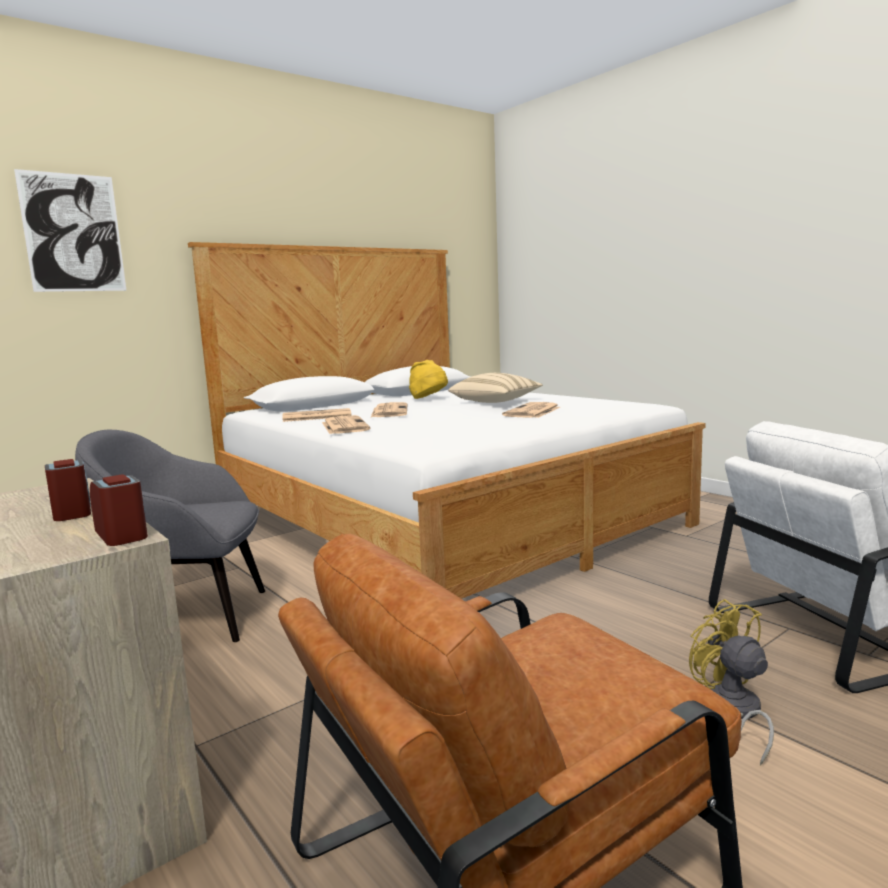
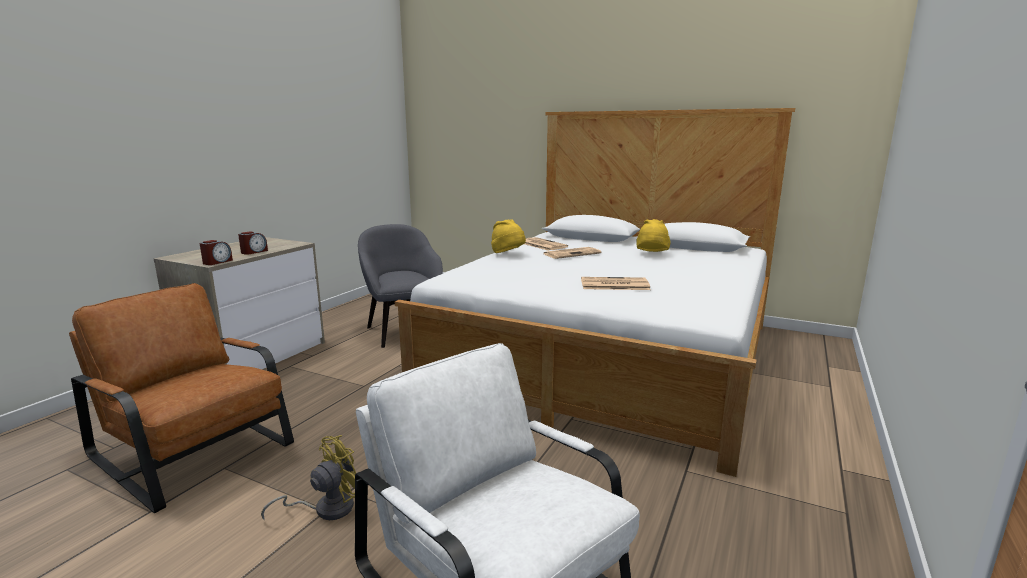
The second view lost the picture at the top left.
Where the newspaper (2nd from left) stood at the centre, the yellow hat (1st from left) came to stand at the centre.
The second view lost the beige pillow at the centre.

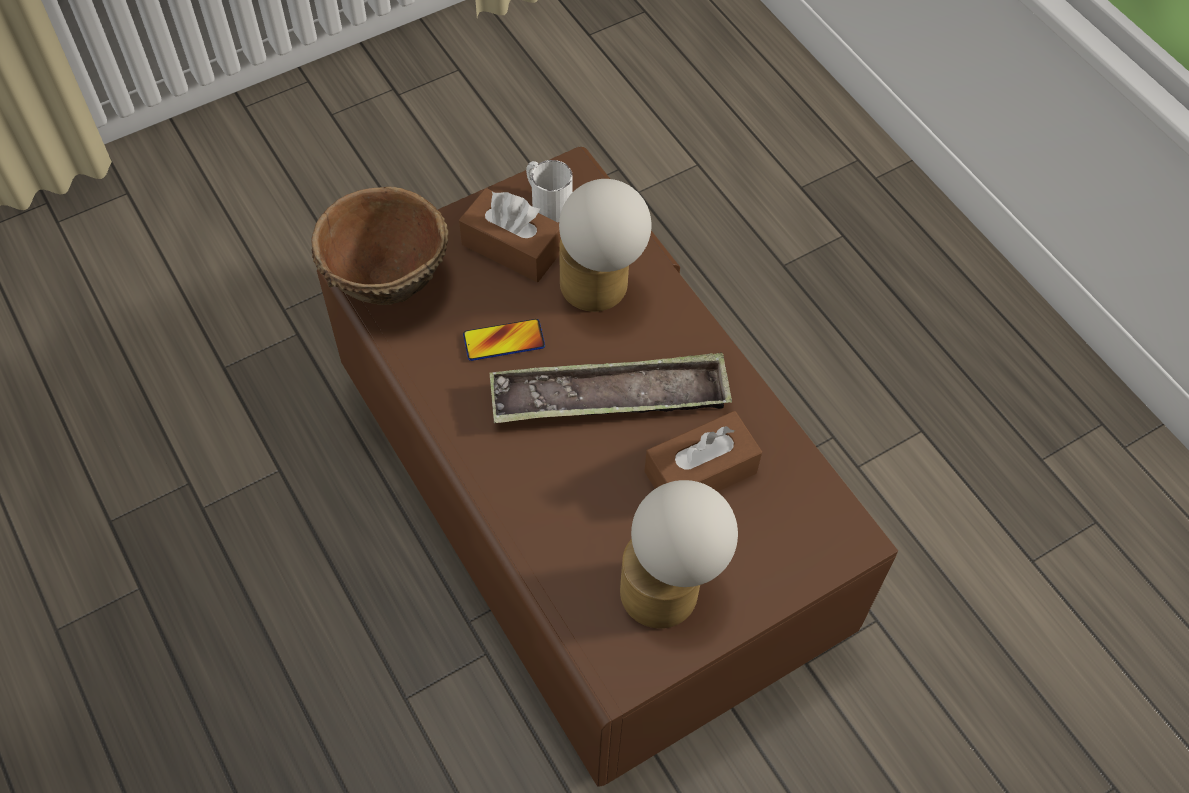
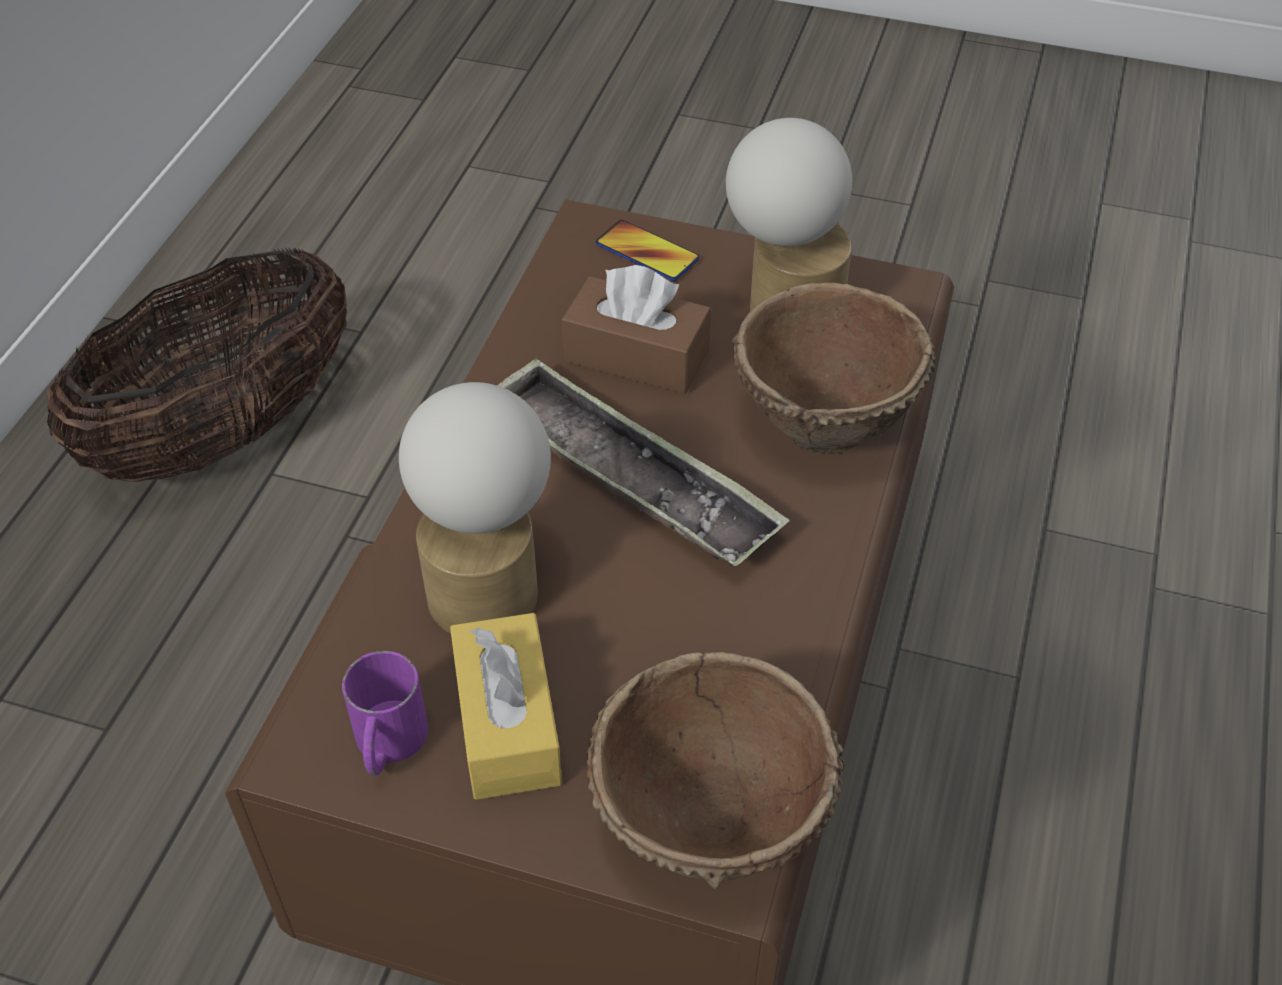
What was the brown tissue box (1st from left) at the top centre turned into the yellow tissue box at the bottom centre.
The phone ended up elsewhere, having gone from the centre to the top centre.
What was the white mug at the top centre turned into the purple mug at the bottom left.
The second view gained the basket at the middle left.
The second view gained the brown bowl (2nd from left) at the centre.

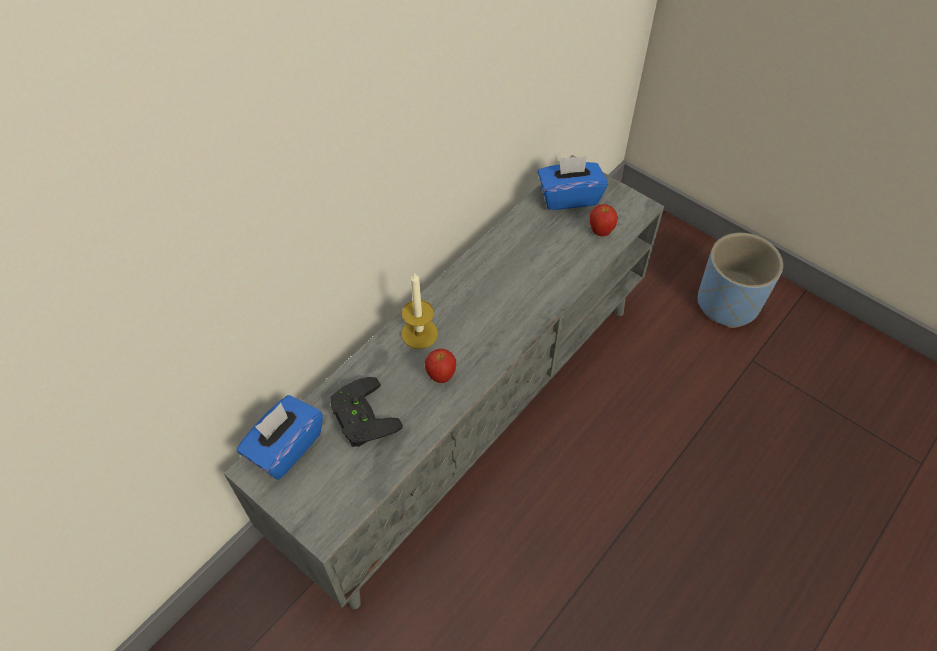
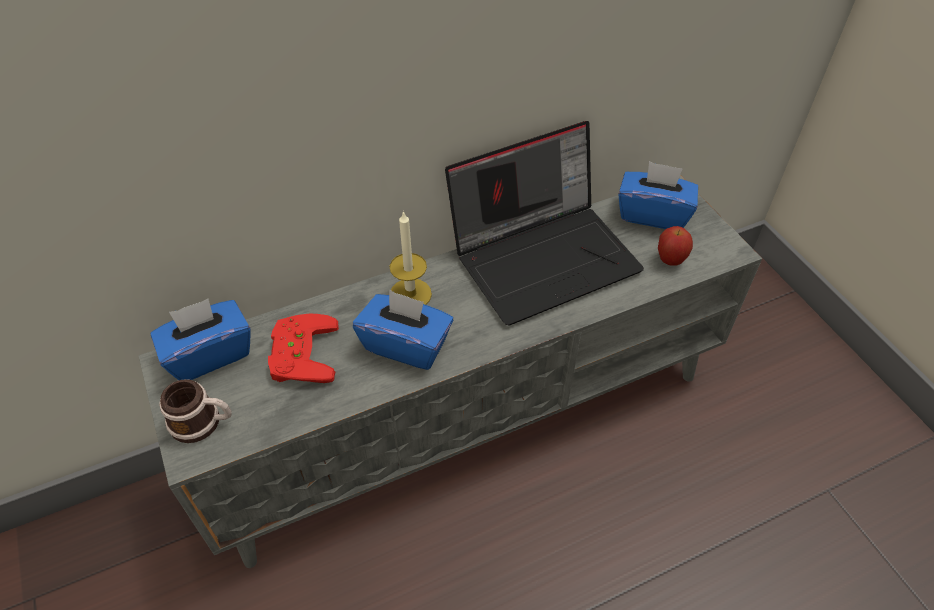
What was the black game controller at the centre turned into the red game controller at the middle left.
Where the apple (1st from left) stood at the centre, the blue tissue box (2nd from left) came to stand at the centre.
The second view lost the blue planter at the middle right.
The second view gained the mug at the bottom left.
The second view gained the laptop at the centre.

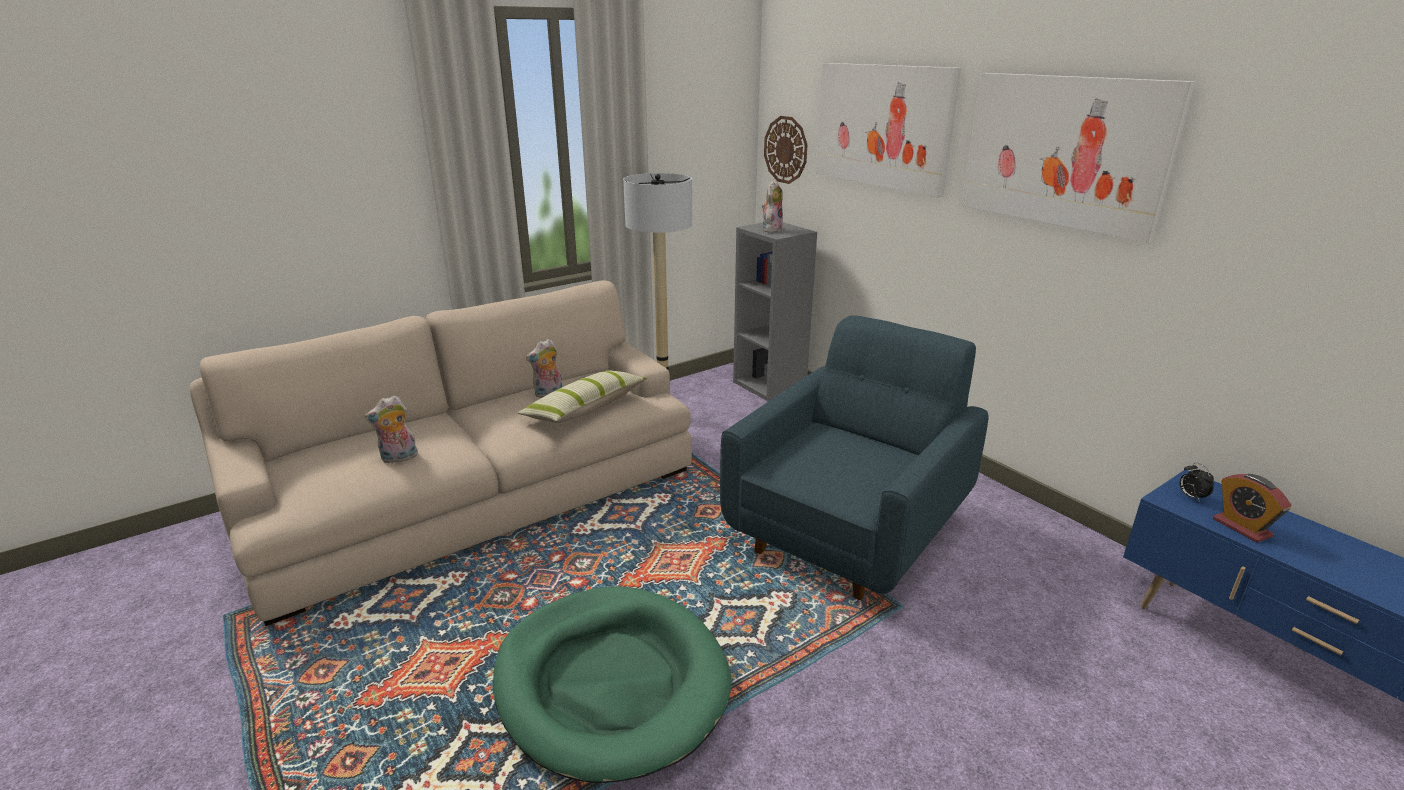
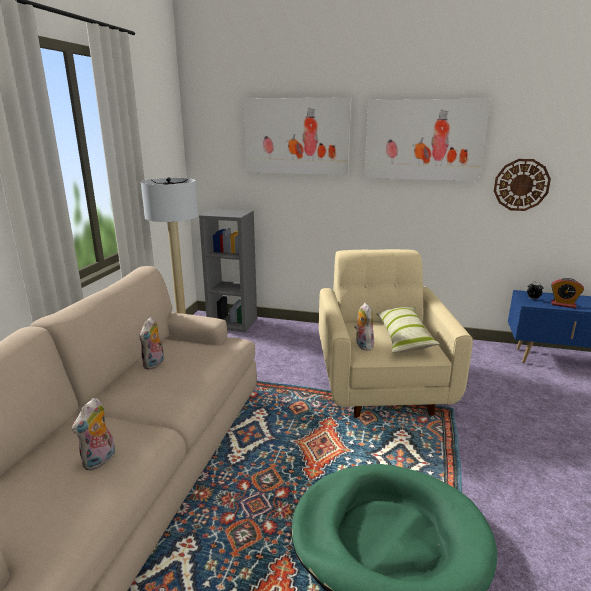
The pillow ended up elsewhere, having gone from the centre to the middle right.
What was the blue armchair at the centre turned into the beige armchair at the middle right.
The plush toy (3rd from left) ended up elsewhere, having gone from the top centre to the centre.
The wall clock ended up elsewhere, having gone from the top centre to the top right.

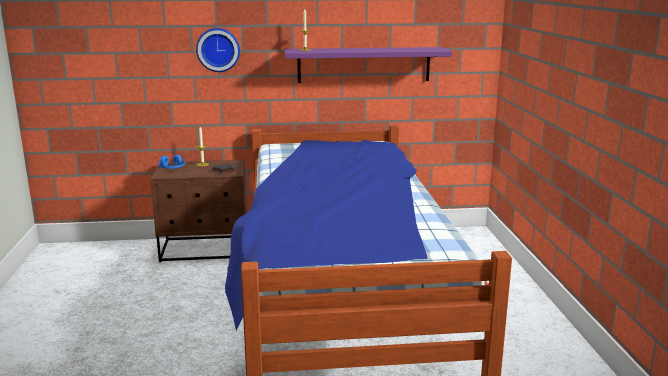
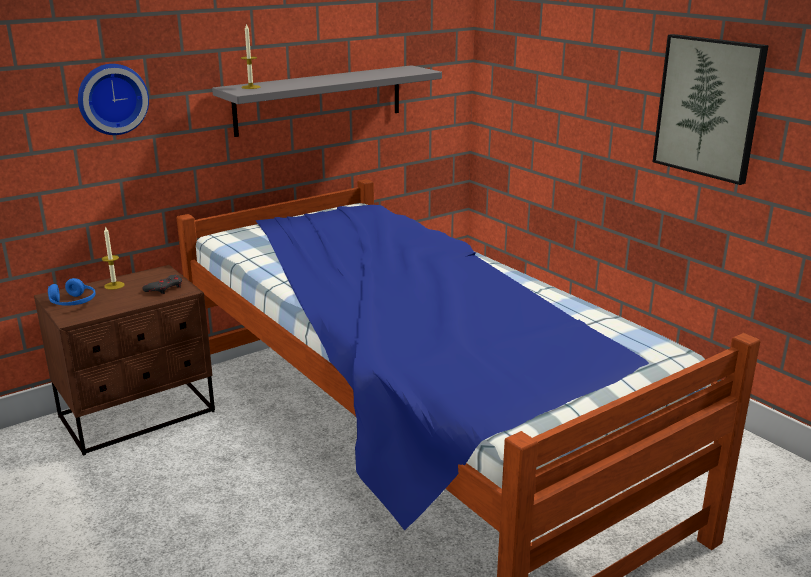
What was the purple shelf at the top centre turned into the grey shelf at the top centre.
The second view gained the picture at the top right.

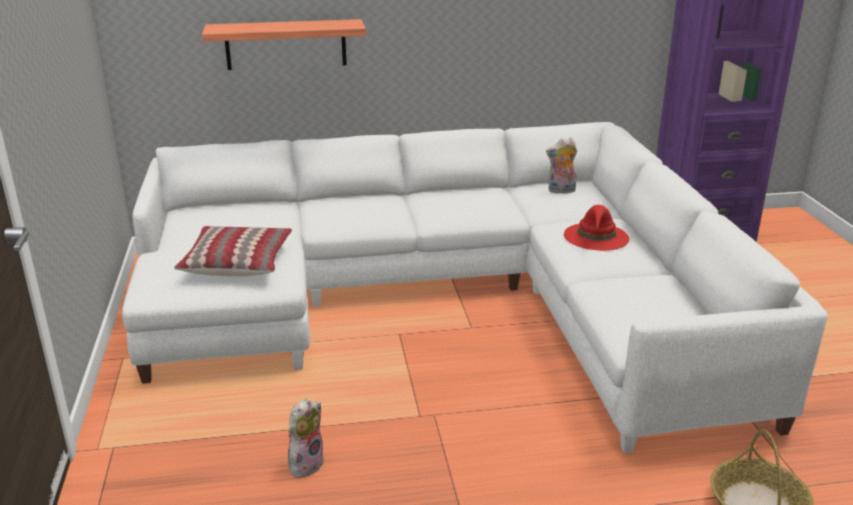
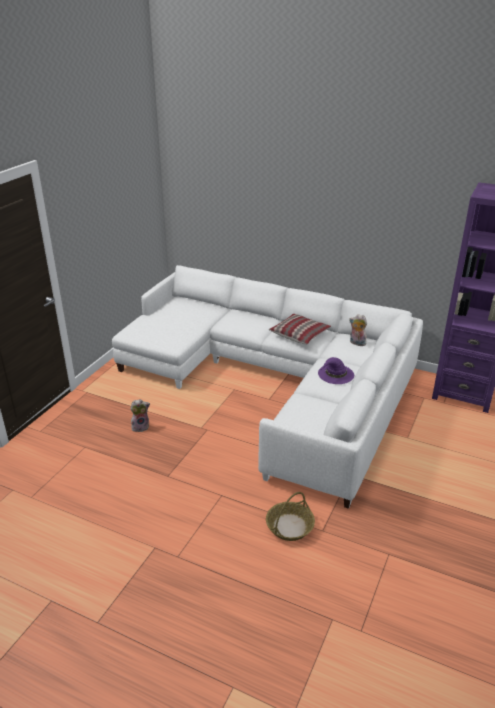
The pillow ended up elsewhere, having gone from the middle left to the centre.
The second view lost the shelf at the top left.
What was the red hat at the middle right turned into the purple hat at the middle right.

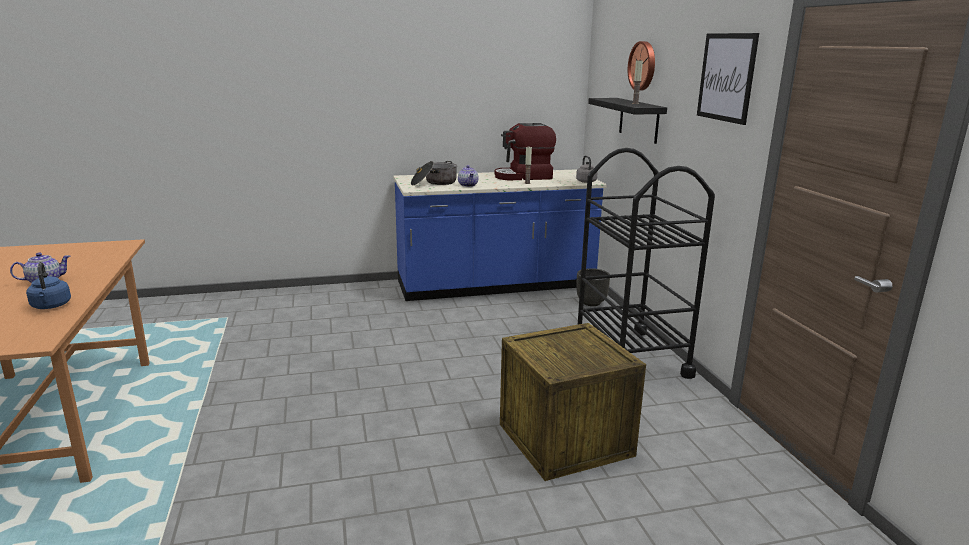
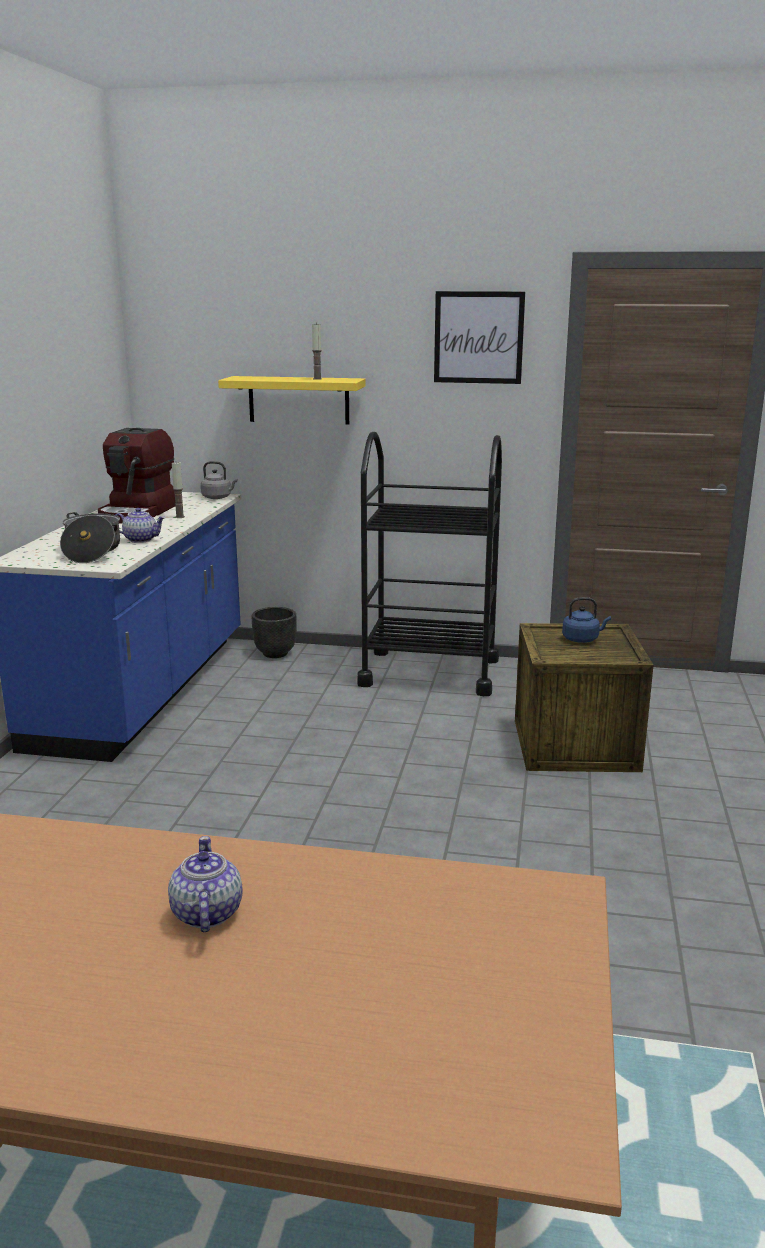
The blue kettle ended up elsewhere, having gone from the middle left to the middle right.
What was the black shelf at the top centre turned into the yellow shelf at the top centre.
The second view lost the wall clock at the top centre.

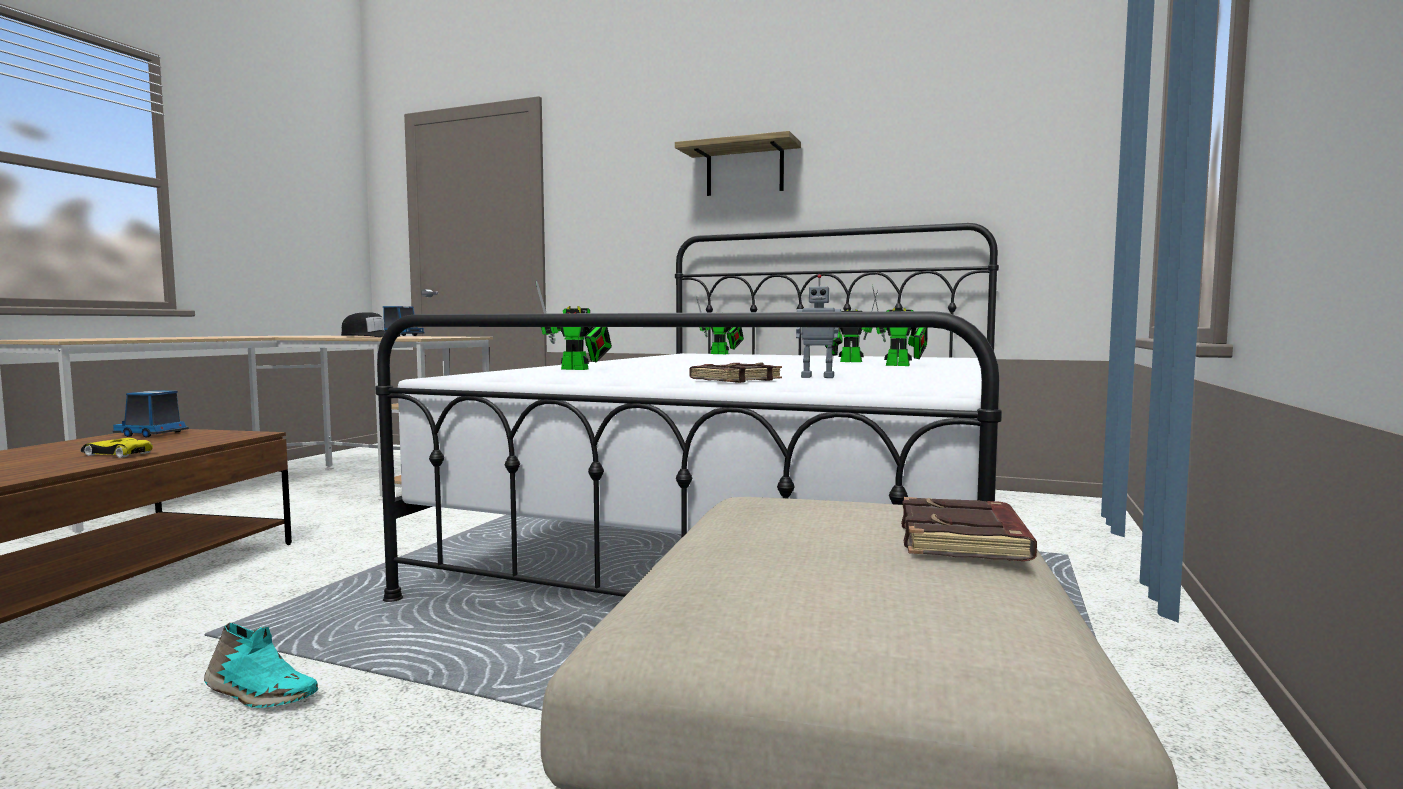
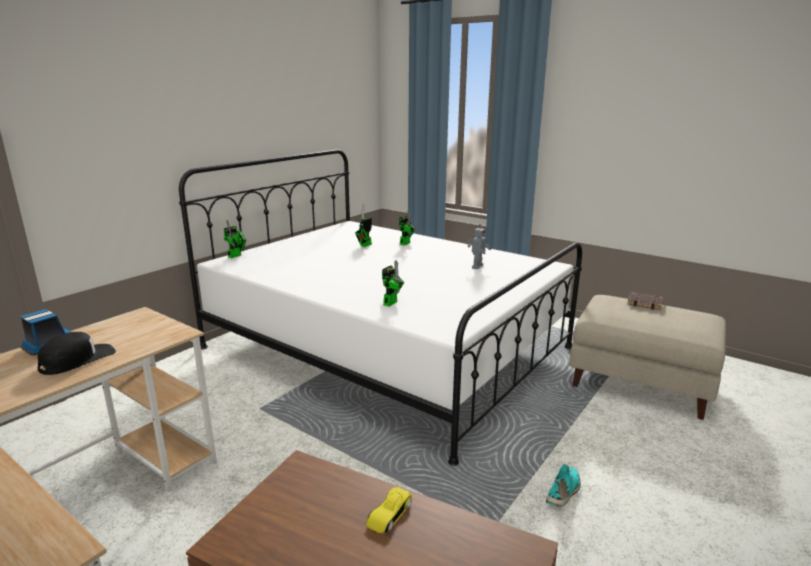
The second view lost the toy truck (1st from left) at the middle left.
The second view lost the shelf at the top centre.
The second view lost the brown book (1st from left) at the centre.

